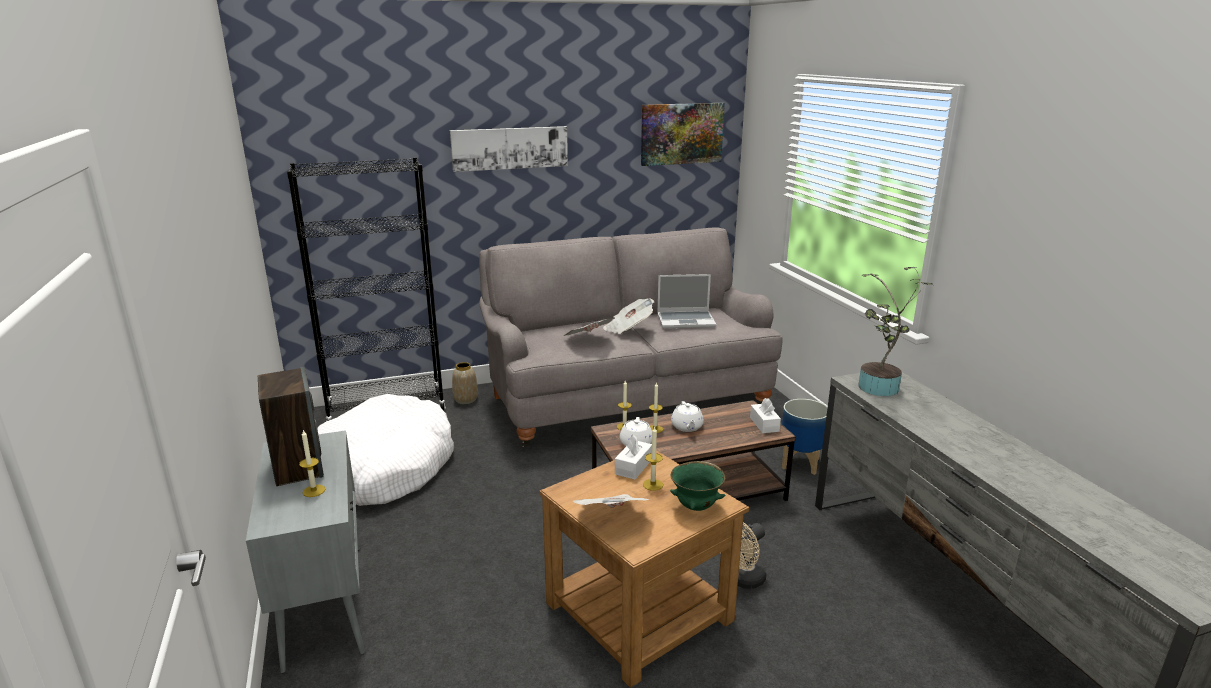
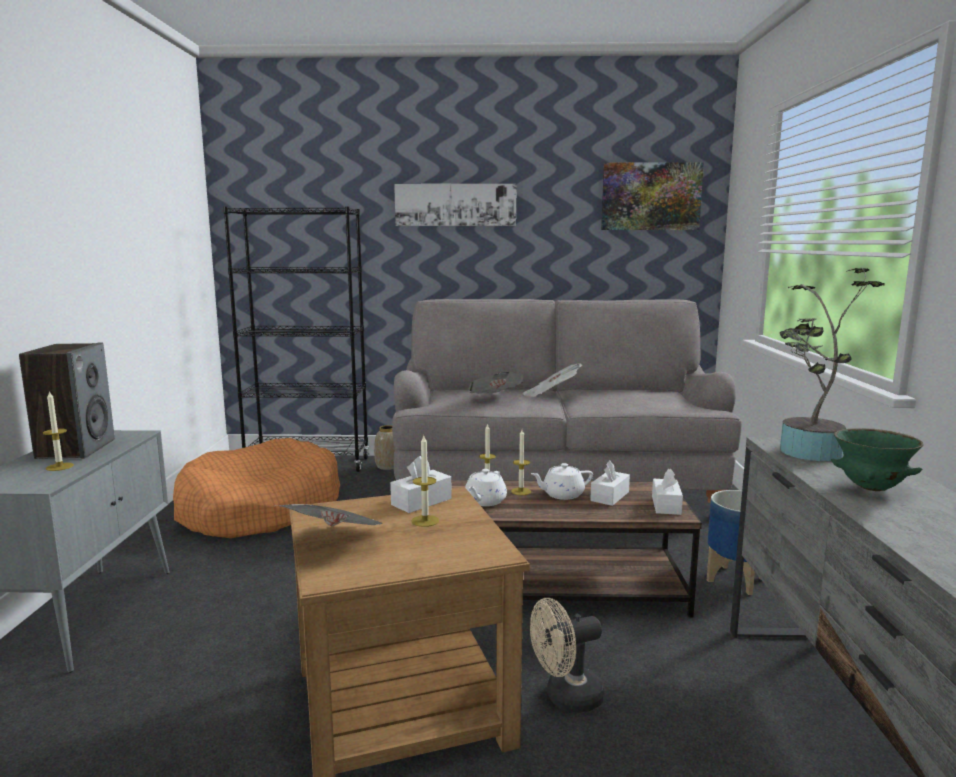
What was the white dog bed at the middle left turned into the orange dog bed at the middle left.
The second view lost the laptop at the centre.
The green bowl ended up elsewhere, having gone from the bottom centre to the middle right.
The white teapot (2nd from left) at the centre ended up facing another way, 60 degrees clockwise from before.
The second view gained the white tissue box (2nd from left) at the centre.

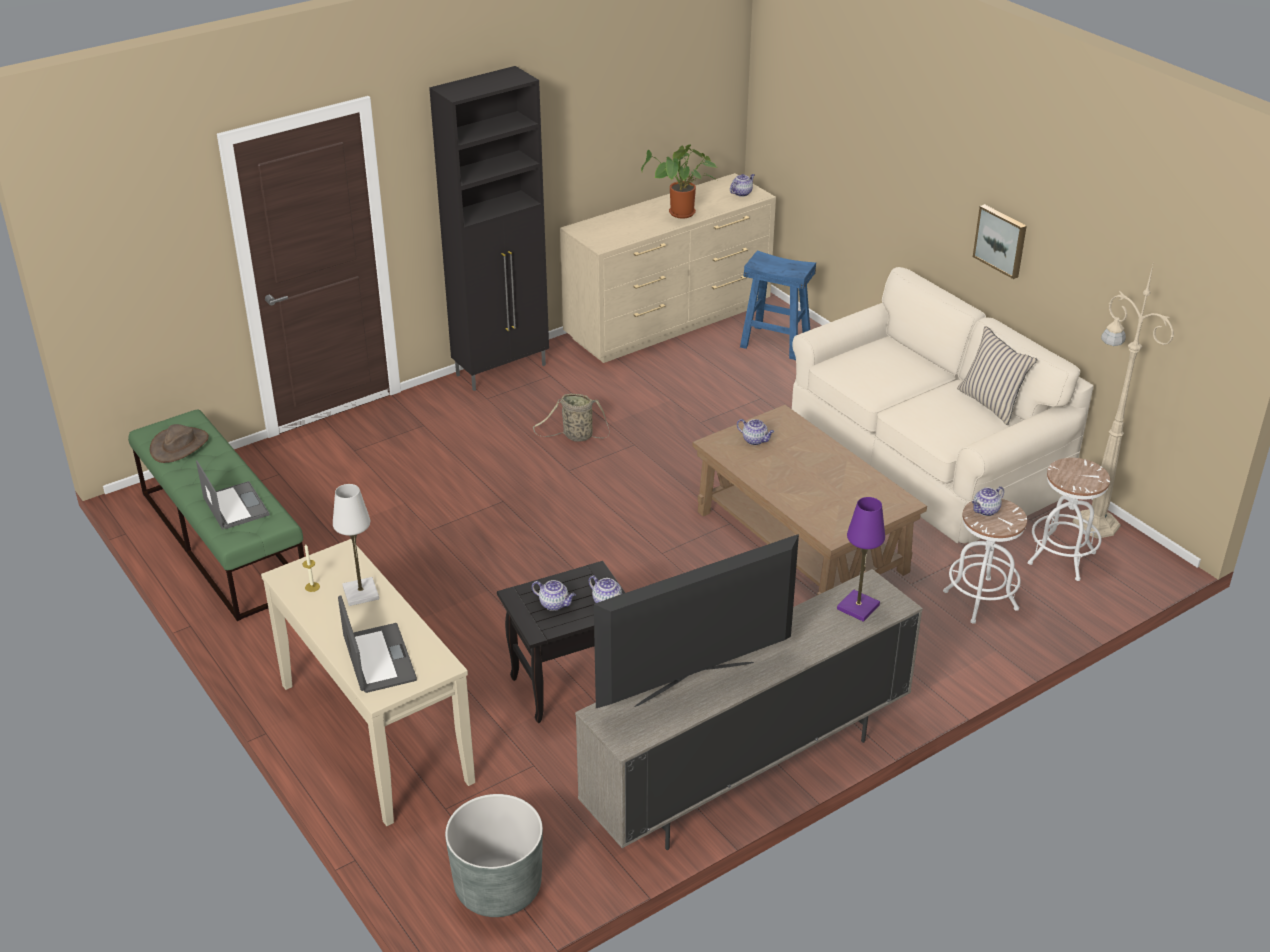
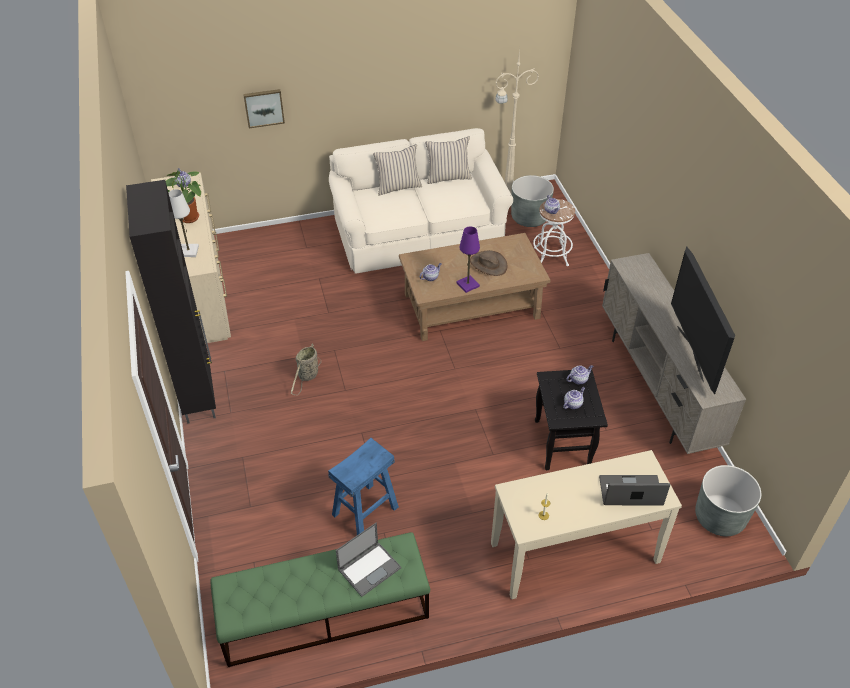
The brown hat ended up elsewhere, having gone from the middle left to the centre.
The laptop (1st from left) at the middle left ended up facing another way, 150 degrees clockwise from before.
The white table lamp ended up elsewhere, having gone from the middle left to the top left.
The blue stool ended up elsewhere, having gone from the top centre to the bottom centre.
The purple table lamp ended up elsewhere, having gone from the middle right to the centre.
The picture ended up elsewhere, having gone from the top right to the top left.
Where the white stool (2nd from left) stood at the middle right, the grey planter (1st from left) came to stand at the top centre.
The second view gained the beige pillow (1st from left) at the top centre.

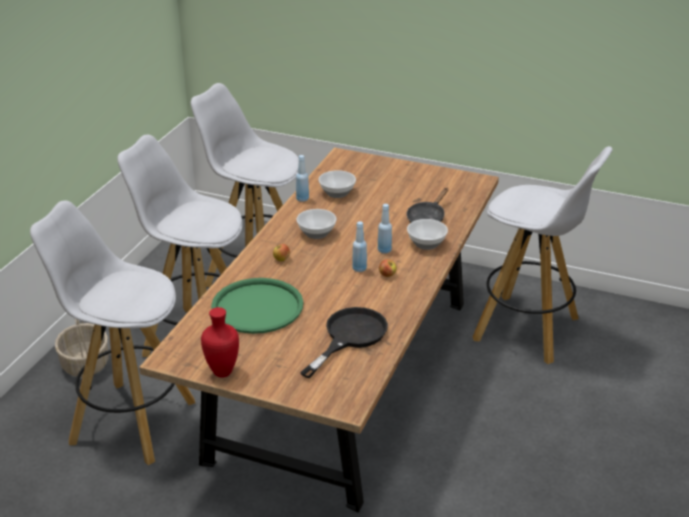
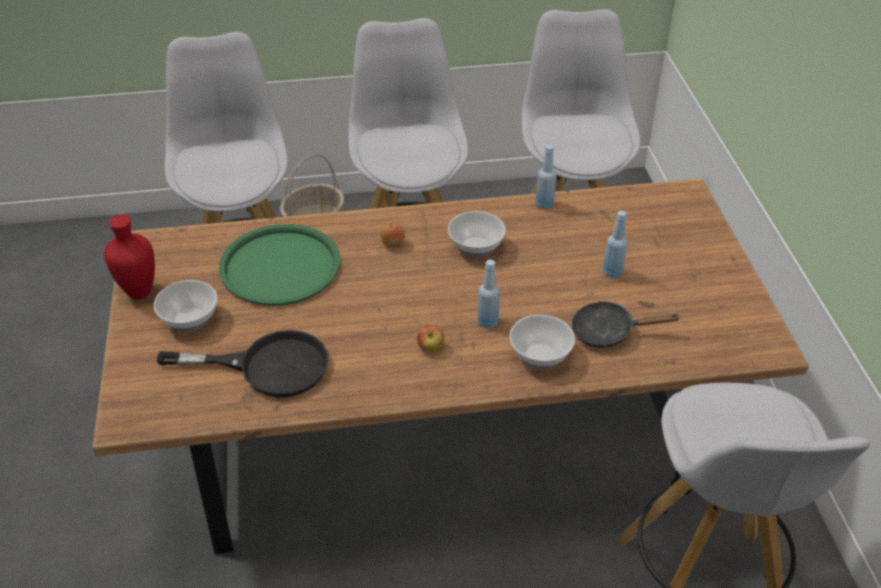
The bowl (2nd from left in the first image) ended up elsewhere, having gone from the centre to the middle left.
The blue bottle (2nd from left in the first image) ended up elsewhere, having gone from the centre to the middle right.

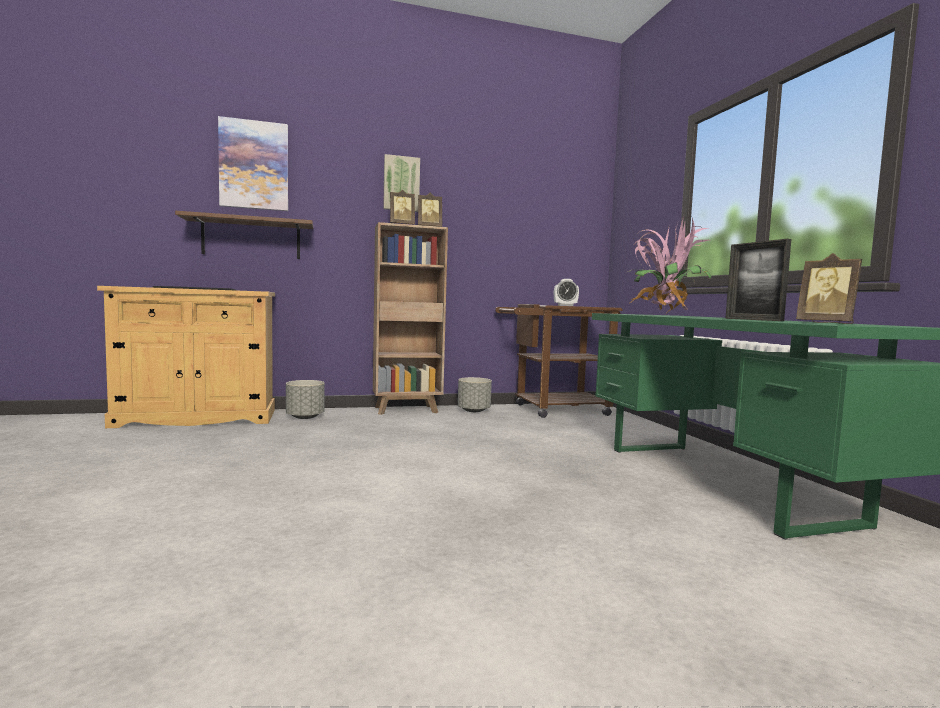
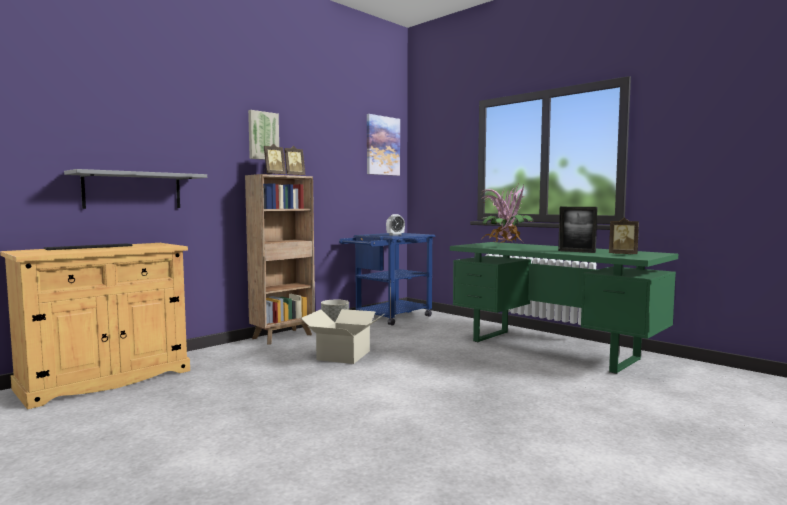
What was the brown shelf at the top left turned into the grey shelf at the middle left.
The picture (1st from left in the first image) ended up elsewhere, having gone from the top left to the top centre.
The second view lost the grey planter (1st from left) at the middle left.
What was the brown cart at the centre turned into the blue cart at the centre.
The second view gained the cardboard box at the centre.

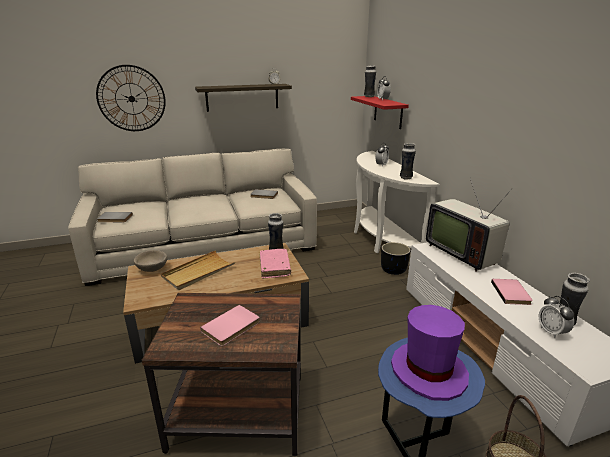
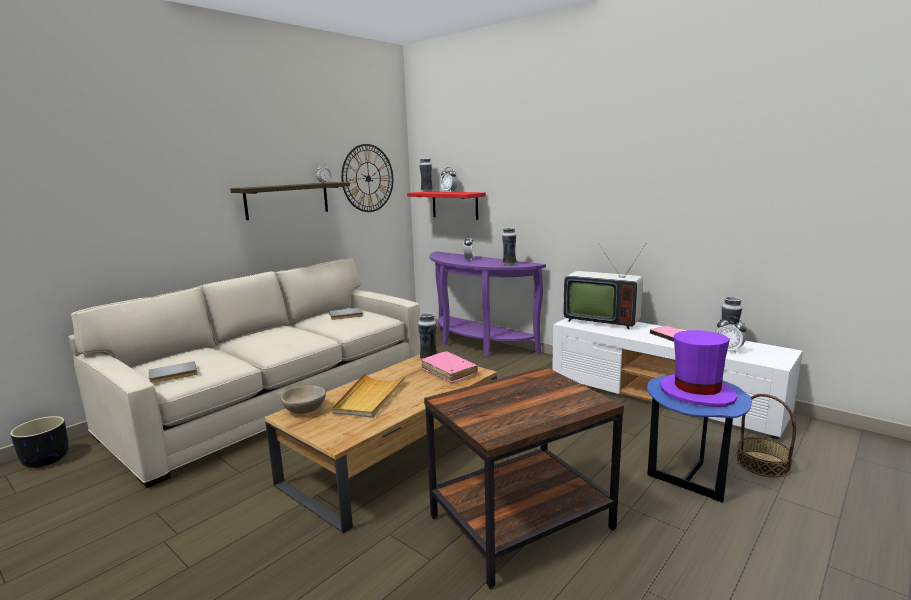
The wall clock ended up elsewhere, having gone from the top left to the top centre.
The second view lost the pink book (1st from left) at the bottom centre.
What was the white console table at the centre turned into the purple console table at the centre.
The black planter ended up elsewhere, having gone from the centre to the bottom left.

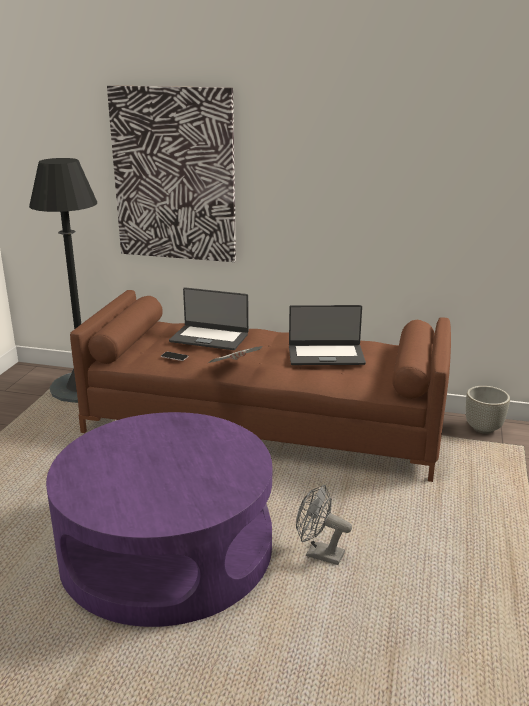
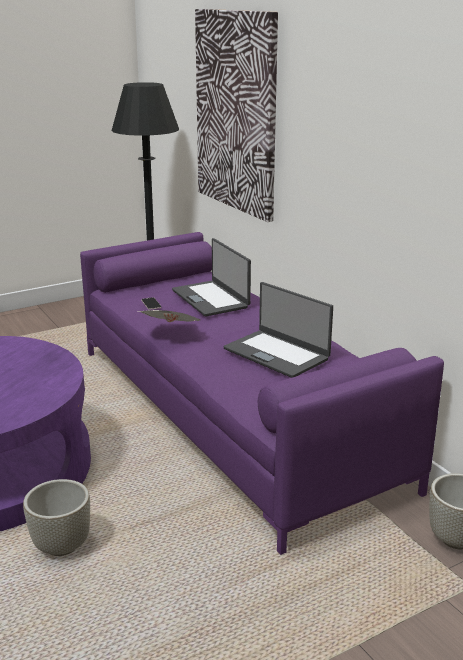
What was the brown sofa at the centre turned into the purple sofa at the centre.
Where the grey fan stood at the bottom centre, the grey planter (1st from left) came to stand at the bottom left.

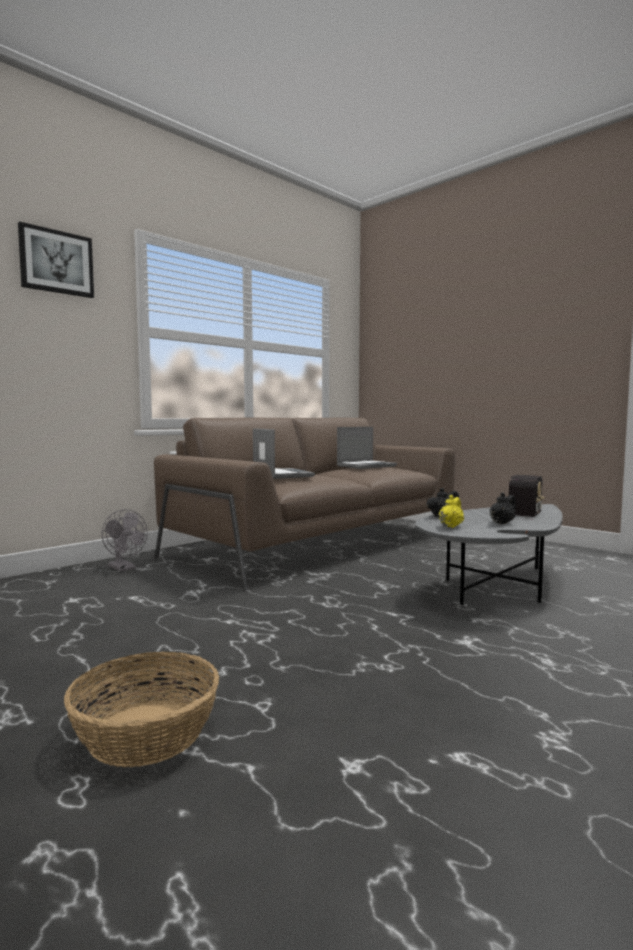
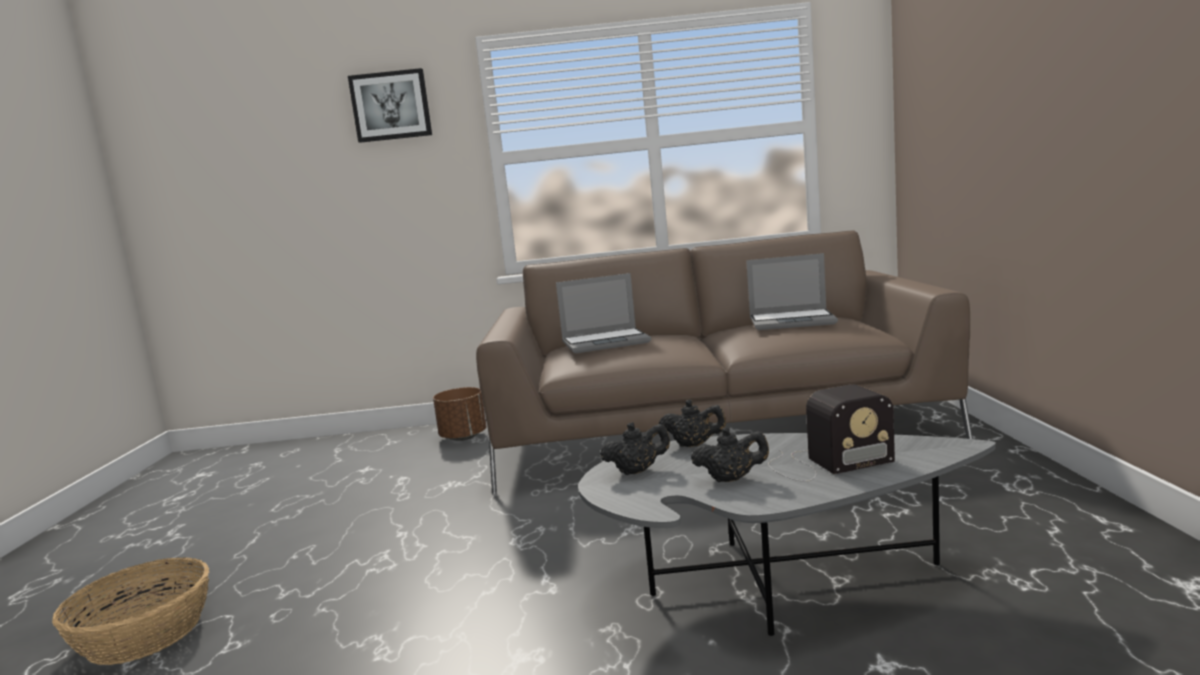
Where the grey fan stood at the middle left, the brown planter came to stand at the centre.
The laptop (1st from left) at the centre ended up facing another way, 60 degrees clockwise from before.
What was the yellow teapot at the middle right turned into the black teapot (1st from left) at the centre.

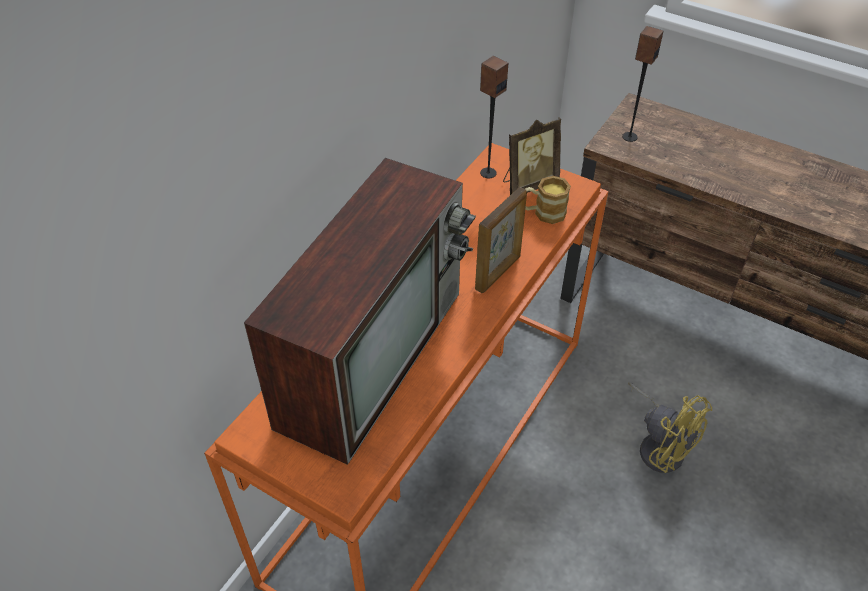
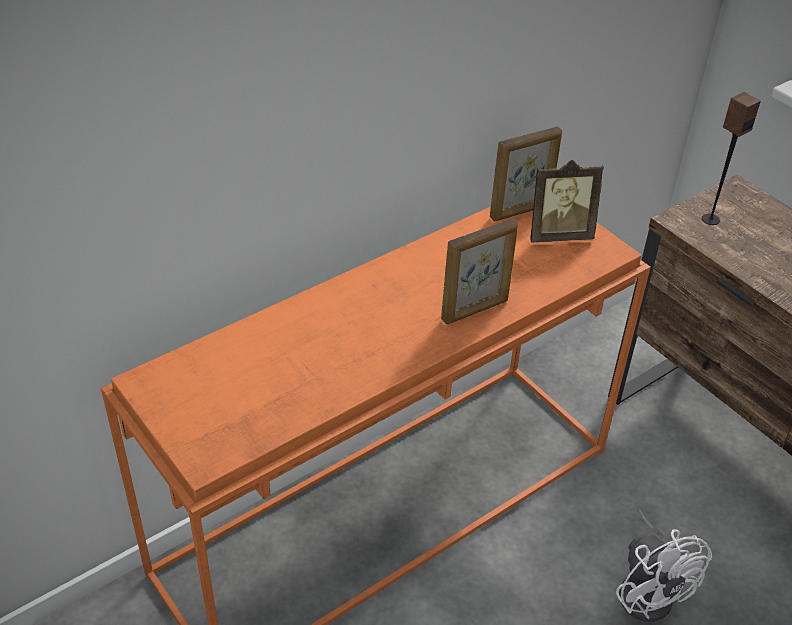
The second view lost the television at the centre.
Where the speaker (1st from left) stood at the top centre, the picture frame (2nd from left) came to stand at the top centre.
The second view lost the mug at the centre.
What was the yellow fan at the bottom right turned into the white fan at the bottom right.

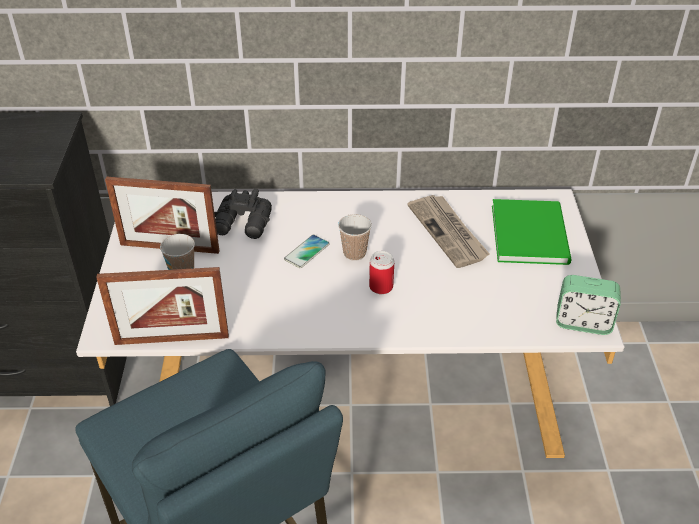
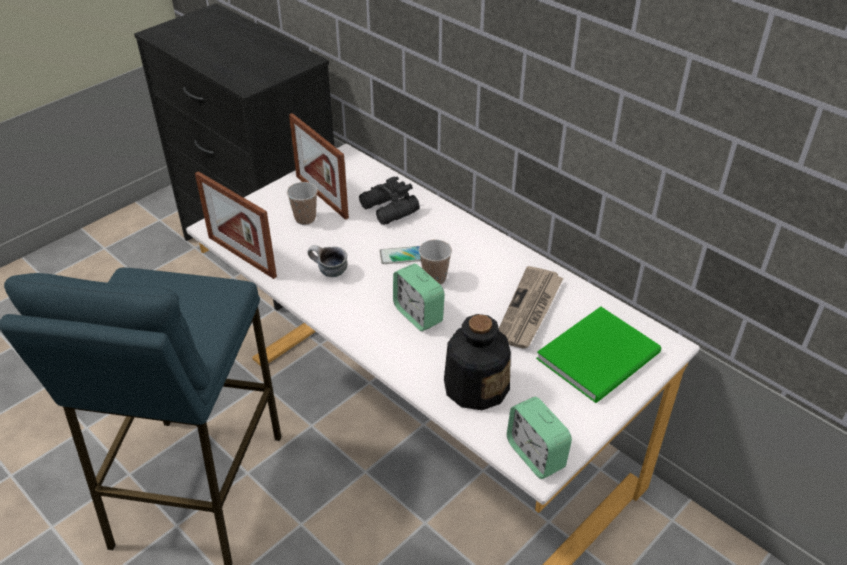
Where the can stood at the centre, the alarm clock (1st from left) came to stand at the centre.
The second view gained the mug at the centre.
The second view gained the bottle at the centre.

